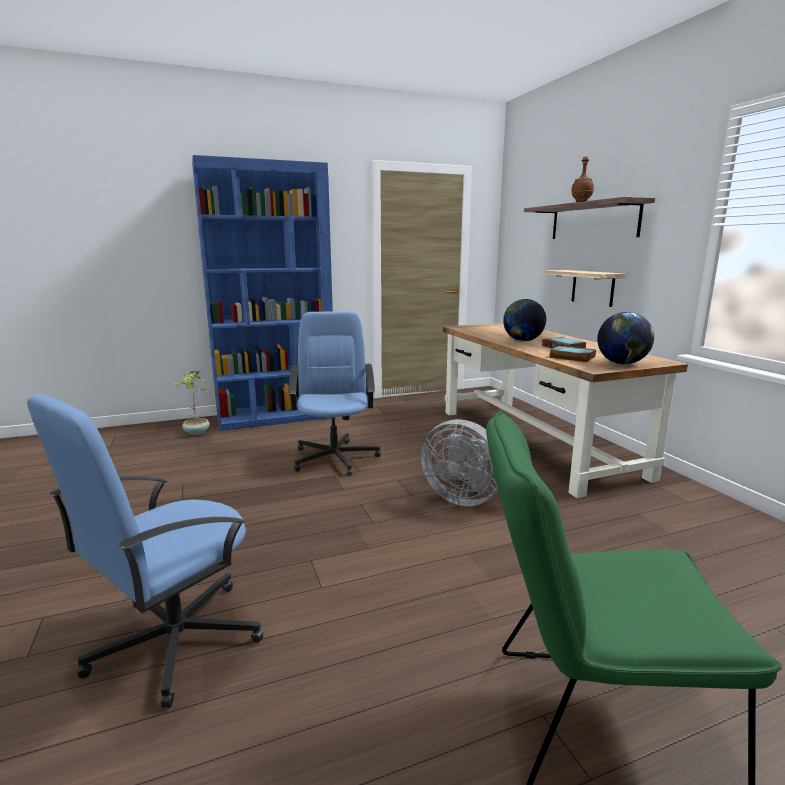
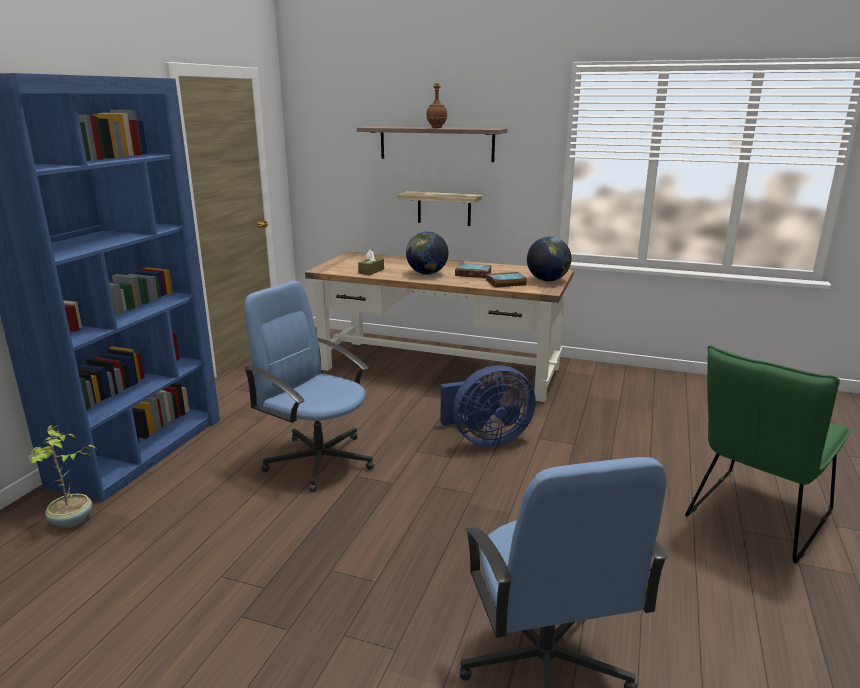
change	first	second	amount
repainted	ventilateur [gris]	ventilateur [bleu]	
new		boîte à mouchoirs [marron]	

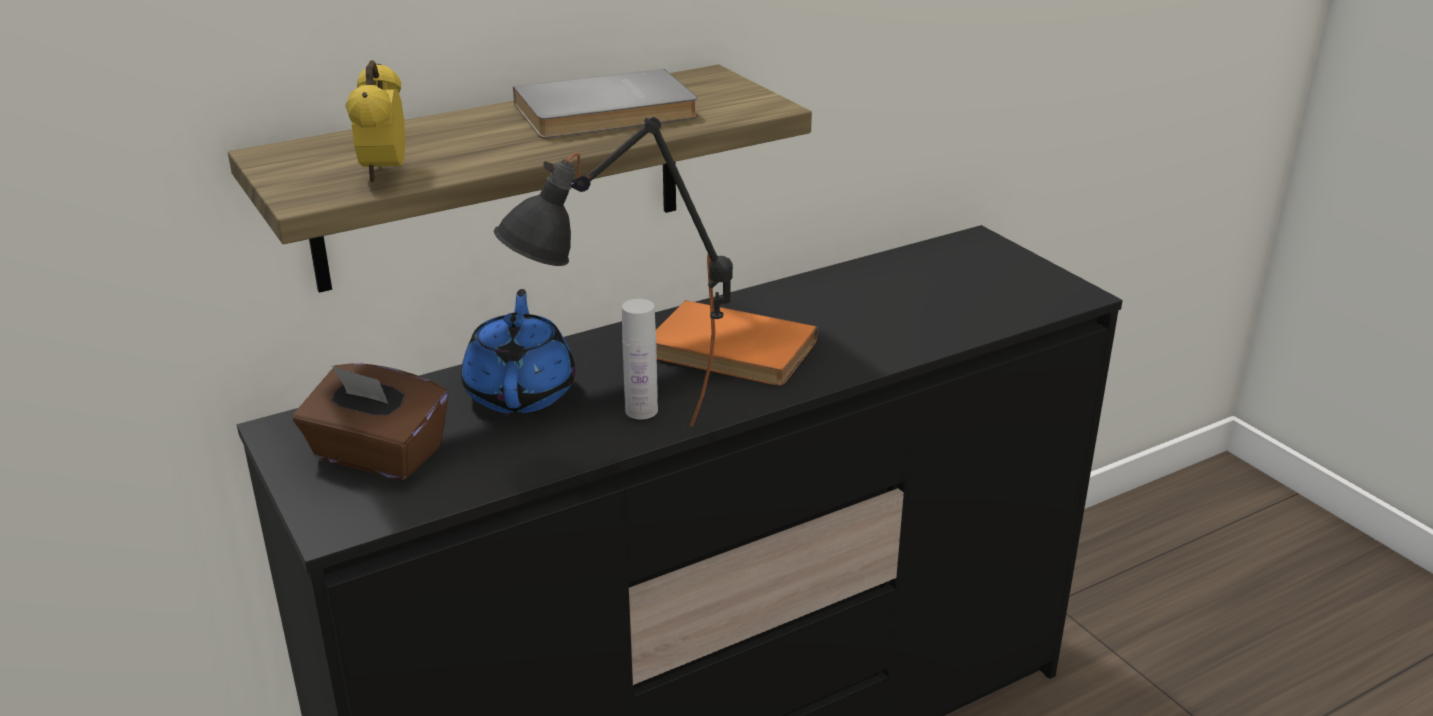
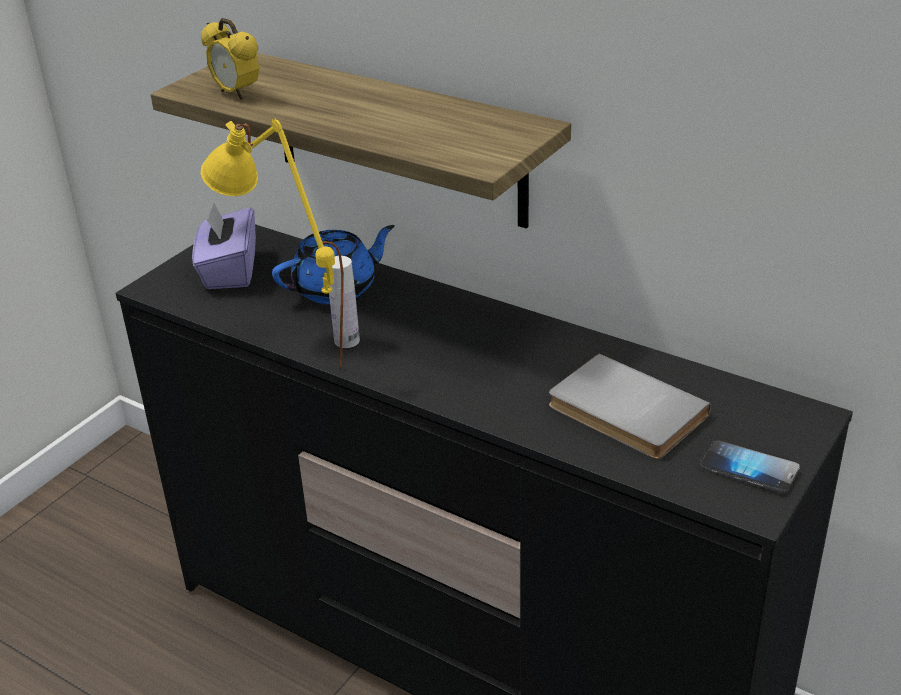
change	first	second	amount
rotated	réveil		105 degrees counterclockwise
shifted	livre [gris]		
repainted	lampe de table [noir]	lampe de table [jaune]	
gone	livre [orange]		
repainted	boîte à mouchoirs [marron]	boîte à mouchoirs [violet]	
new		téléphone	

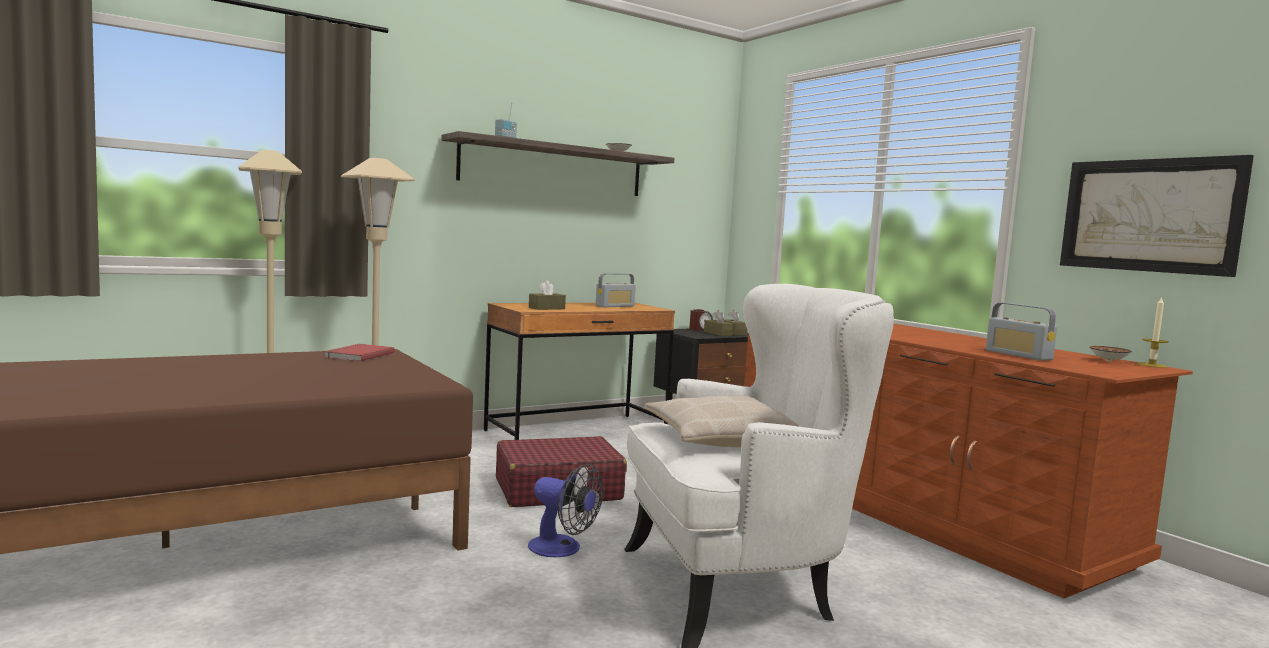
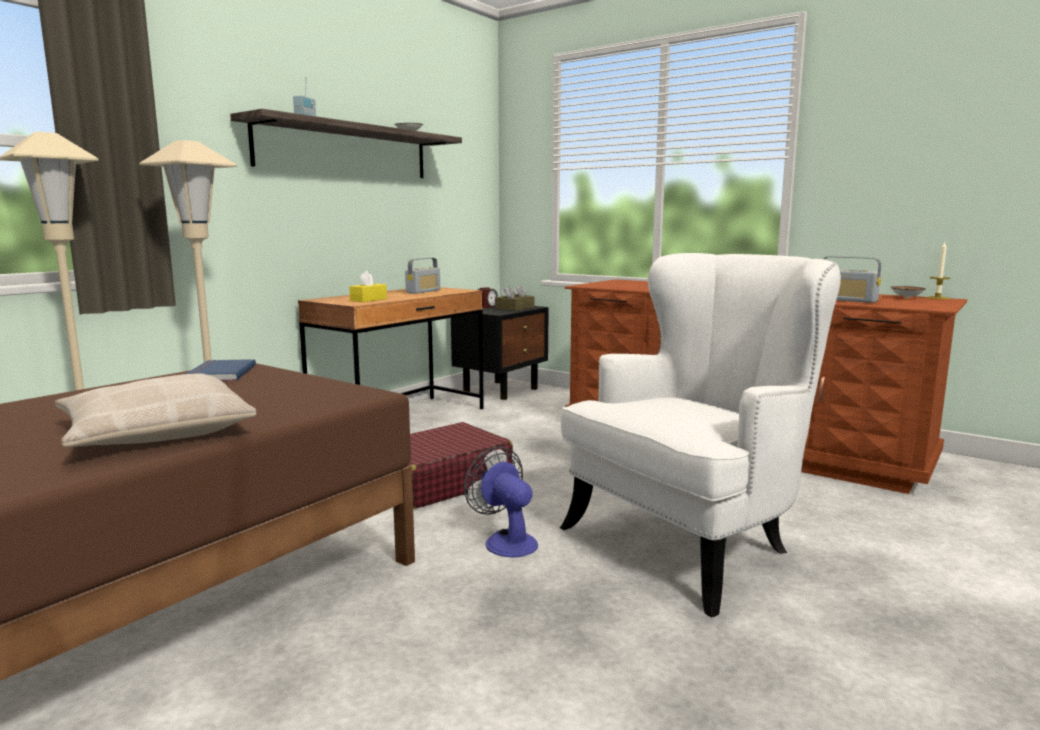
change	first	second	amount
gone	tableau		
repainted	boîte à mouchoirs [marron] (no. 1 from left)	boîte à mouchoirs [jaune]	
repainted	livre [rouge]	livre [bleu]	
shifted	coussin [beige]		
rotated	ventilateur		135 degrees counterclockwise

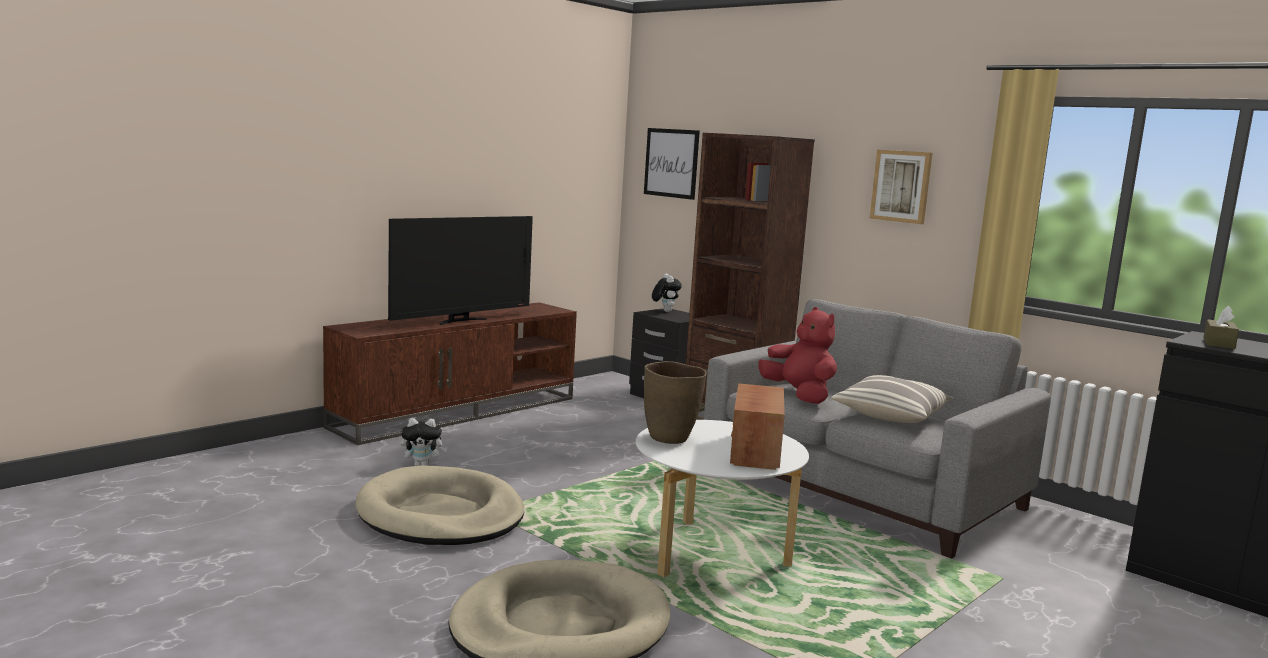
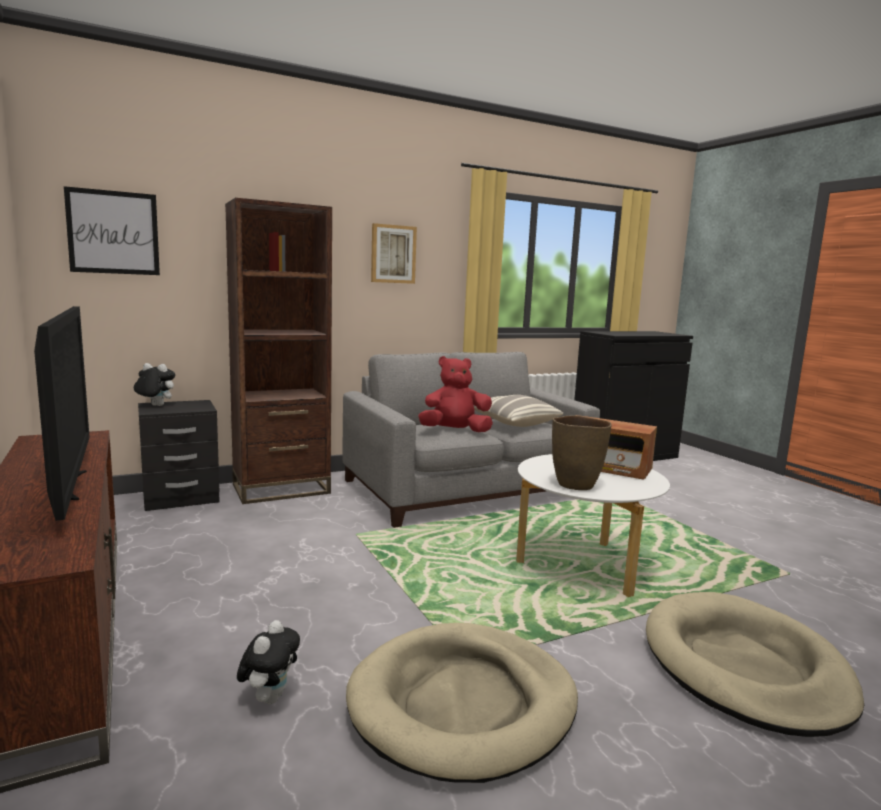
change	first	second	amount
gone	boîte à mouchoirs [marron]		

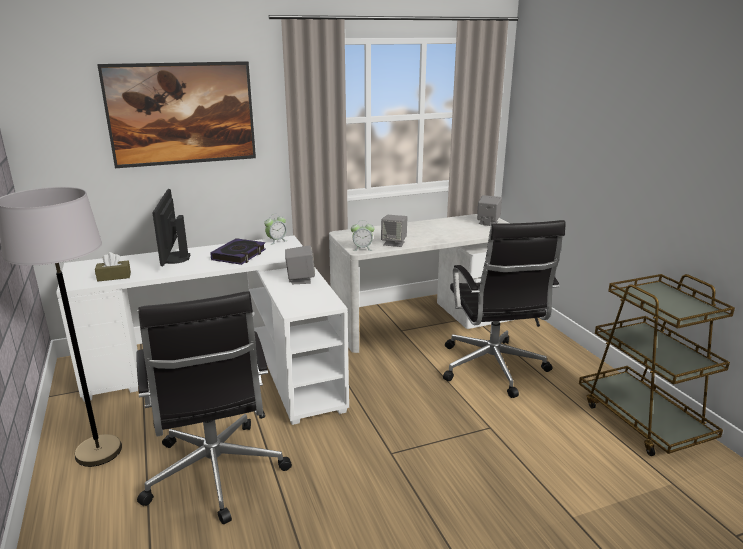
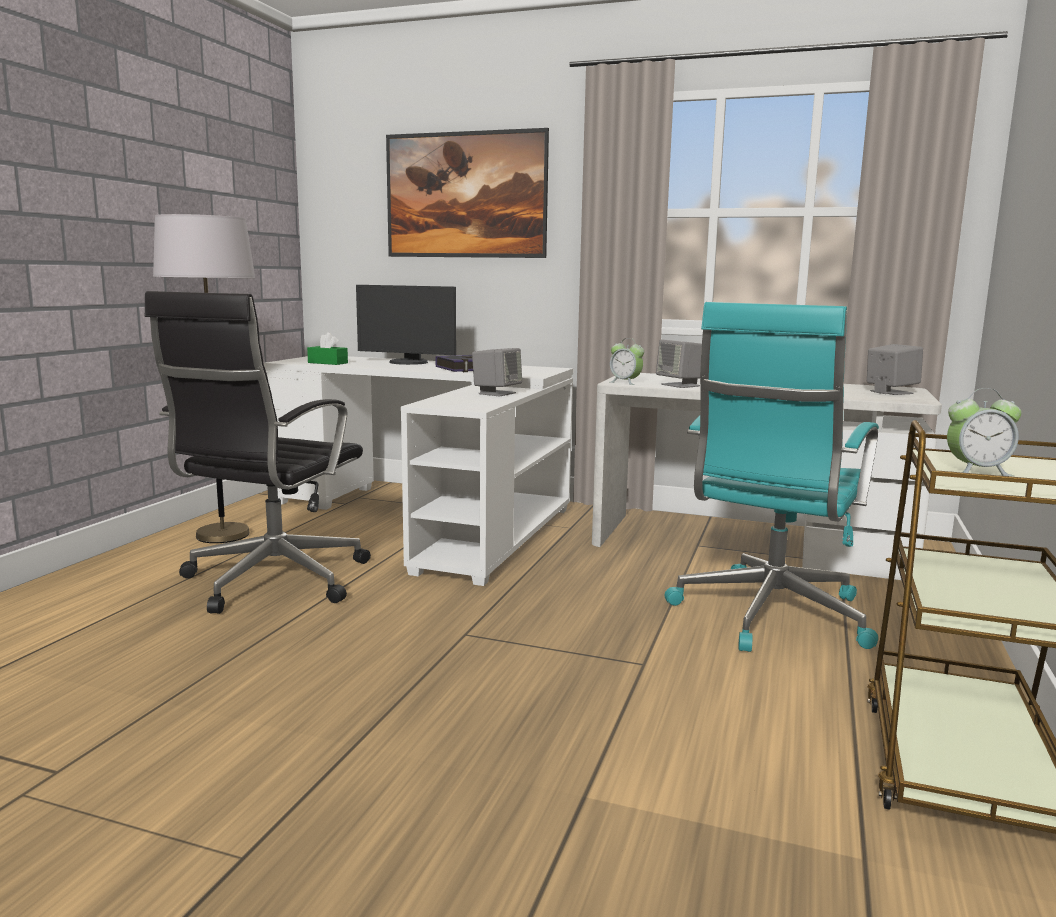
change	first	second	amount
rotated	écran d'ordinateur		105 degrees counterclockwise
shifted	réveil (no. 1 from left in the first image)	réveil (no. 2 from left)	
repainted	chaise de bureau [noir] (no. 2 from left)	chaise de bureau [turquoise]	
repainted	boîte à mouchoirs [marron]	boîte à mouchoirs [vert]	

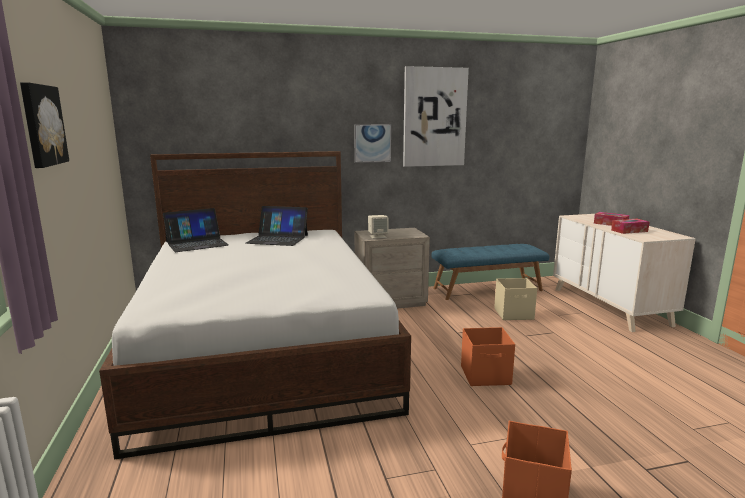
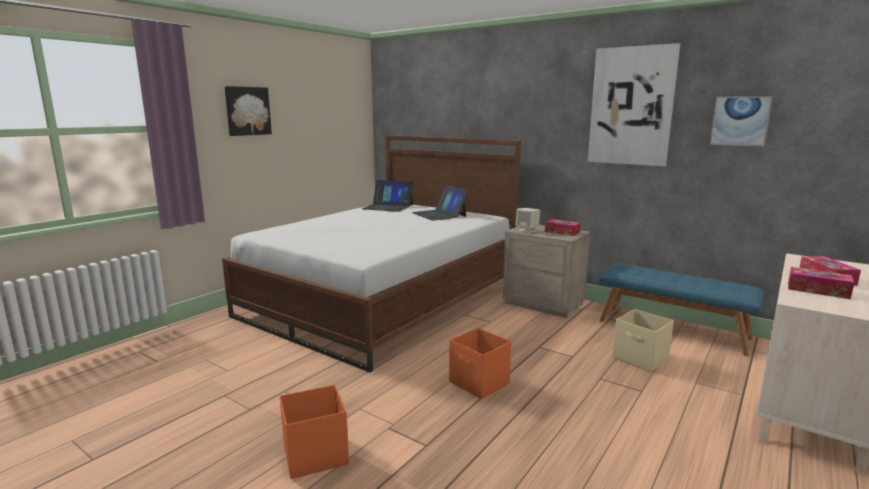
change	first	second	amount
shifted	tableau (no. 2 from left in the first image)	tableau (no. 3 from left)	
new		boîte à mouchoirs (no. 1 from left)	

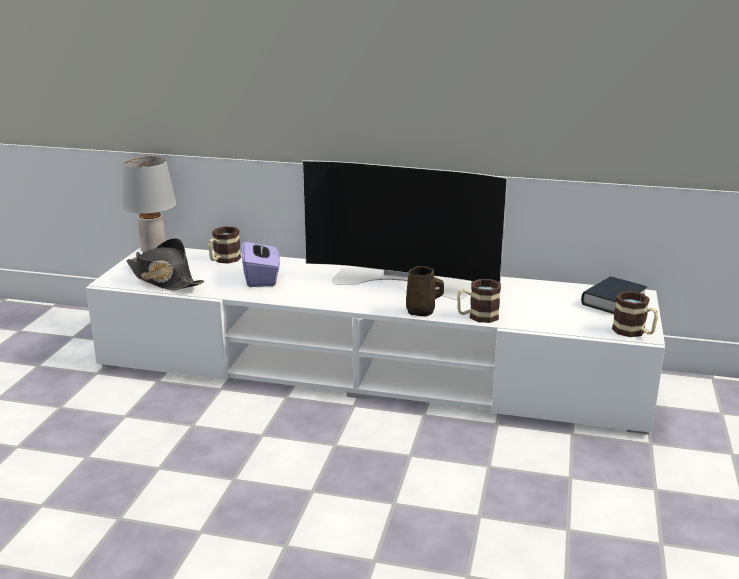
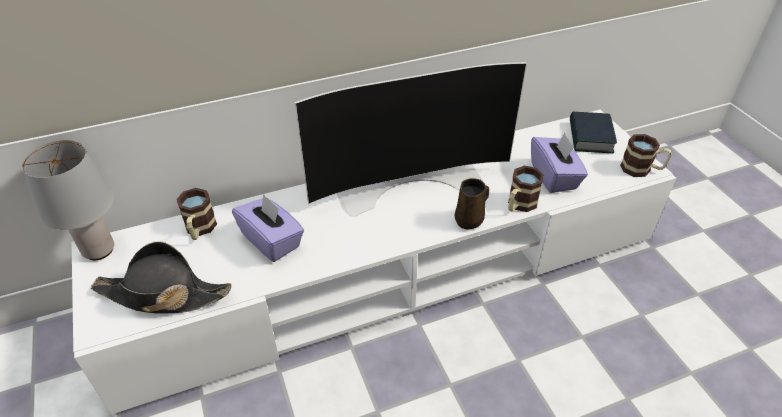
change	first	second	amount
new		boîte à mouchoirs [violet] (no. 2 from left)	

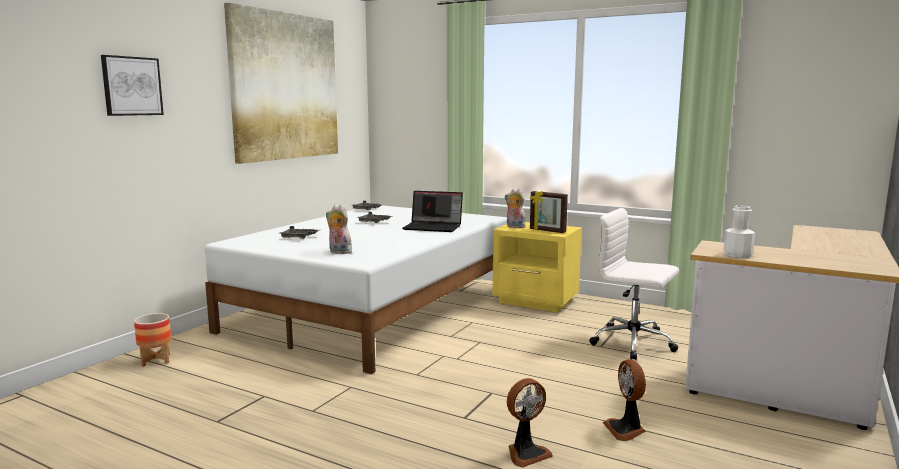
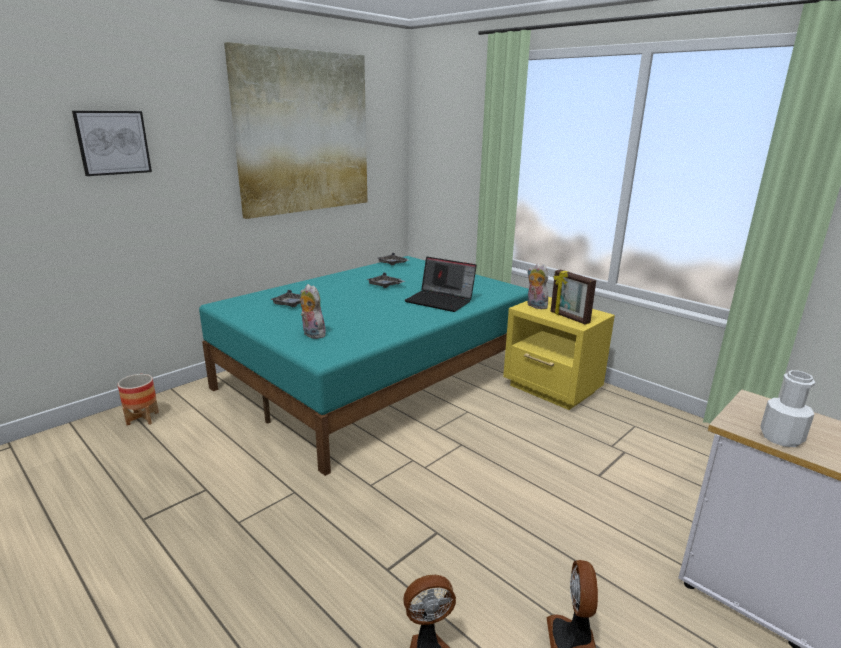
change	first	second	amount
repainted	lit [blanc]	lit [turquoise]	
gone	chaise de bureau [blanc]		

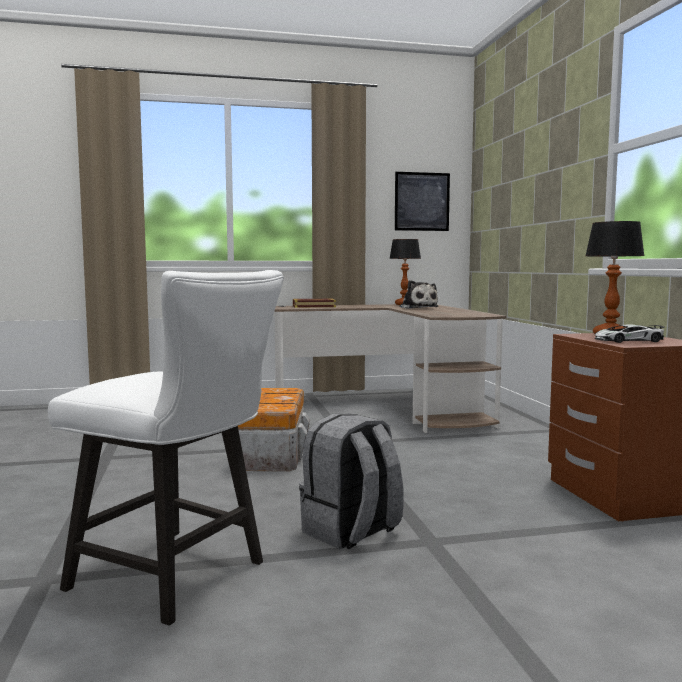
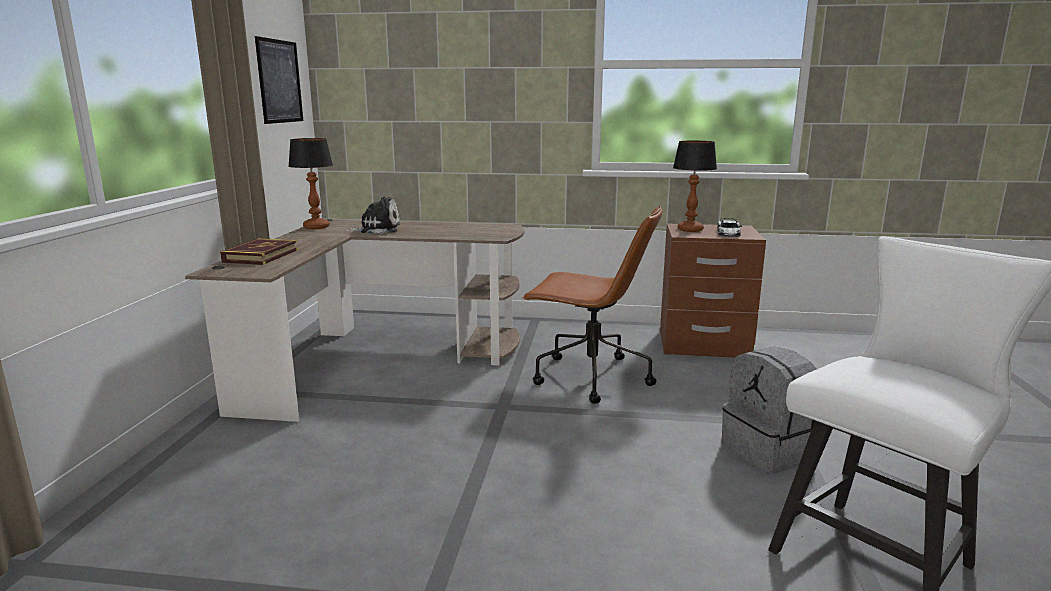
change	first	second	amount
gone	boîte de rangement		
new		chaise de bureau [marron]	

